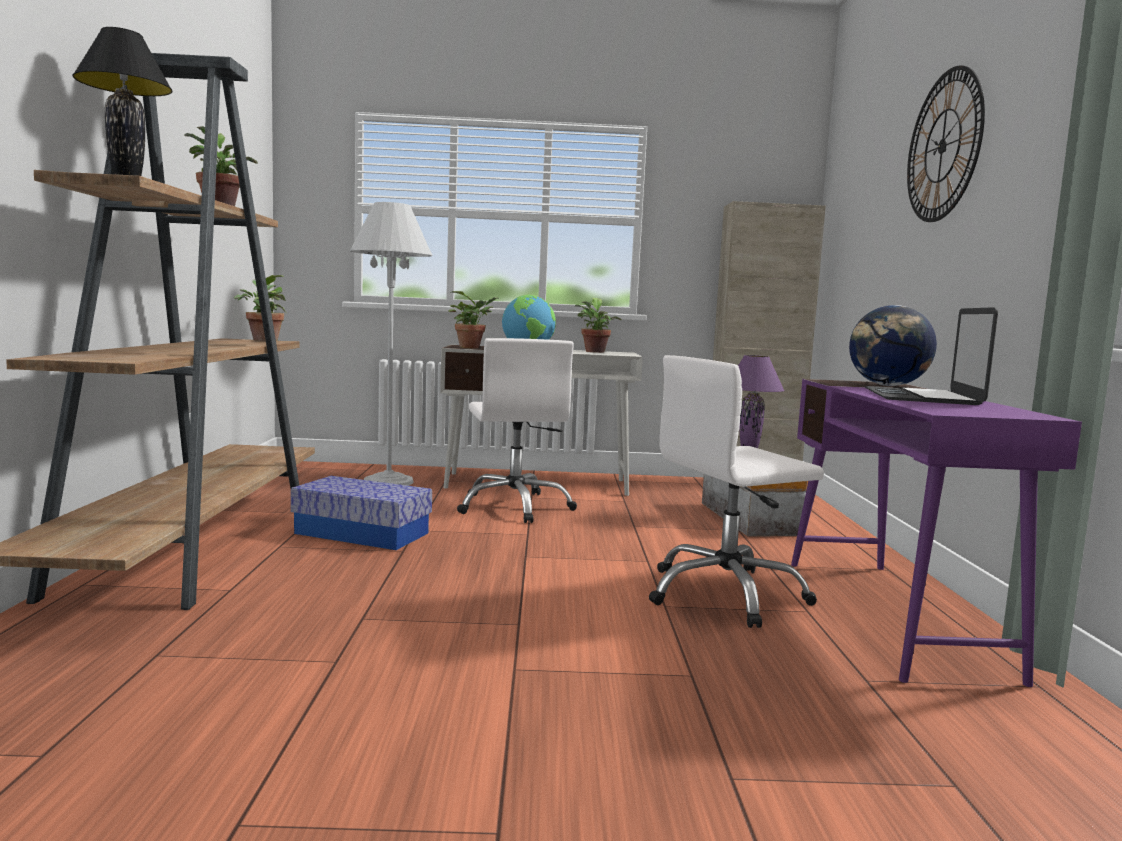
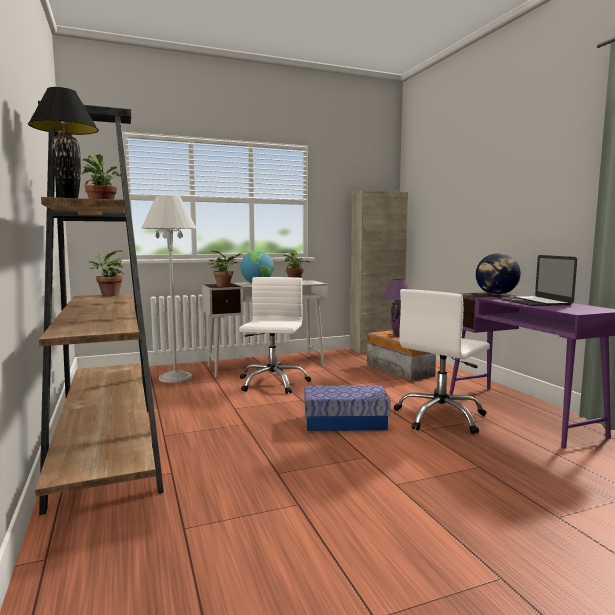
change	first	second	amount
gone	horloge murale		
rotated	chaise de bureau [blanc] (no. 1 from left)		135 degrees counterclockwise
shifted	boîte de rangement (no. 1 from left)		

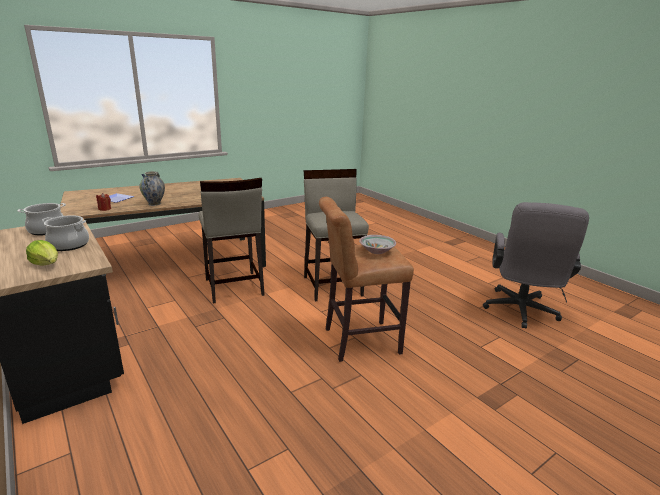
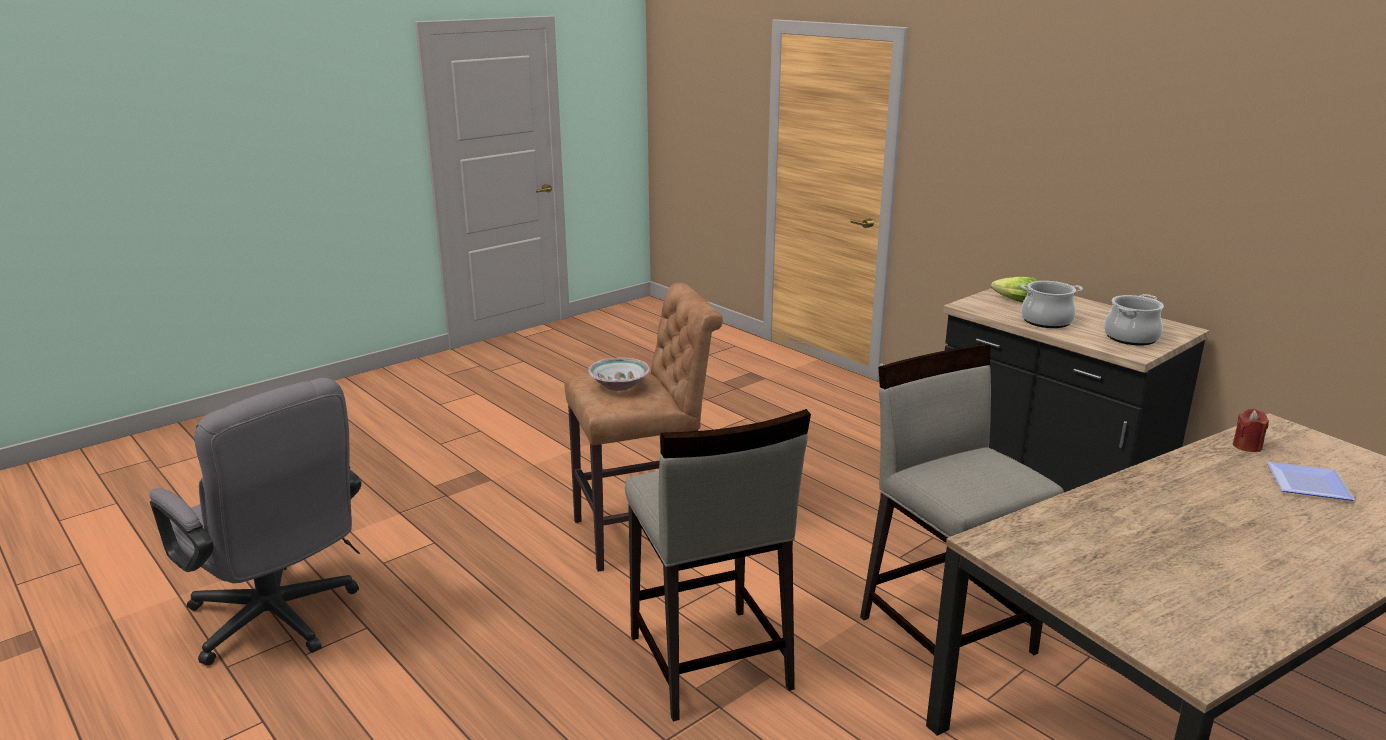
change	first	second	amount
gone	vase		
rotated	chaise de bureau [gris]		120 degrees clockwise

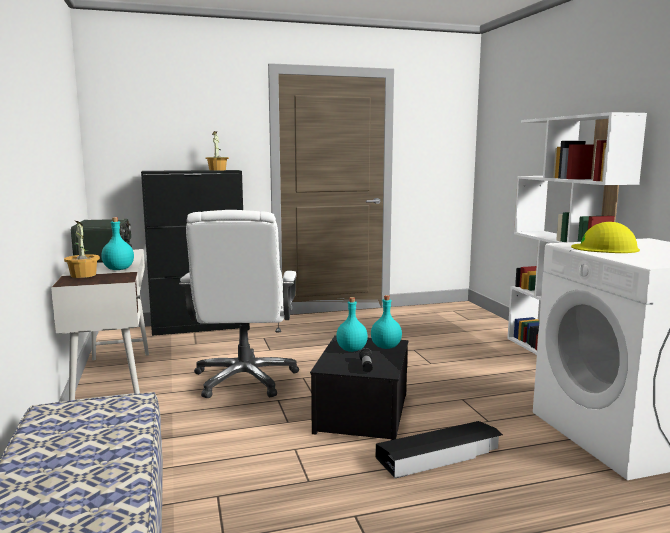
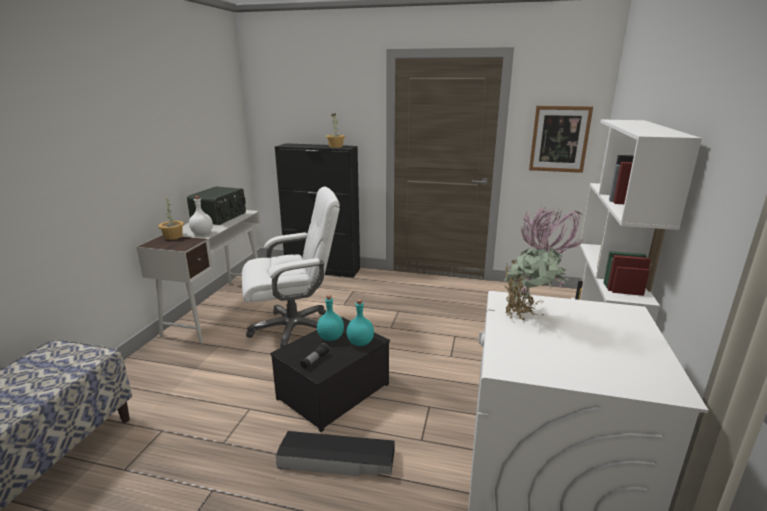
change	first	second	amount
rotated	chaise de bureau [blanc]		135 degrees counterclockwise
repainted	bouteille [turquoise] (no. 1 from left)	bouteille [blanc]	
swapped	casque de chantier [jaune]	plante en pot (no. 3 from left)	
new		tableau	

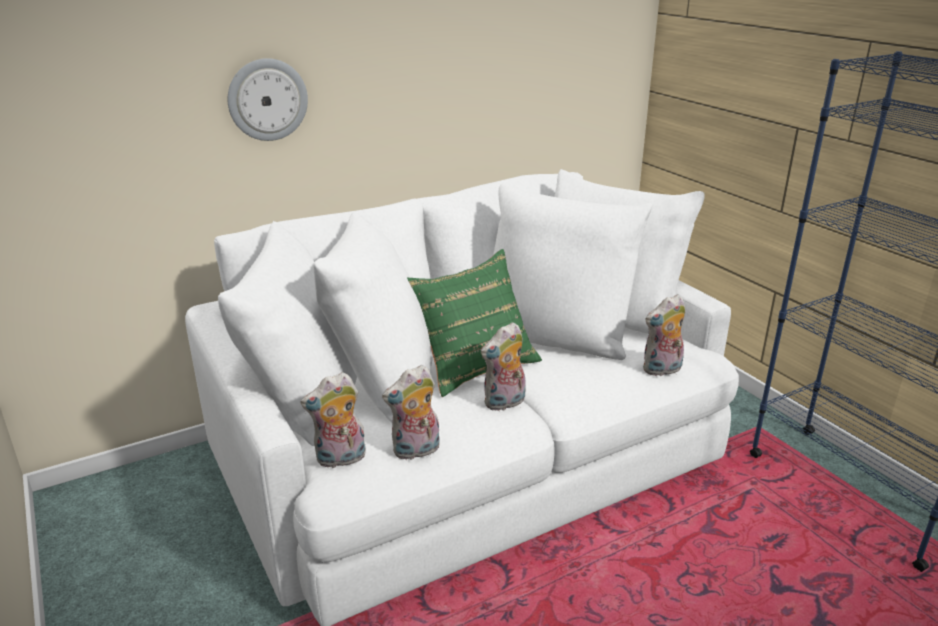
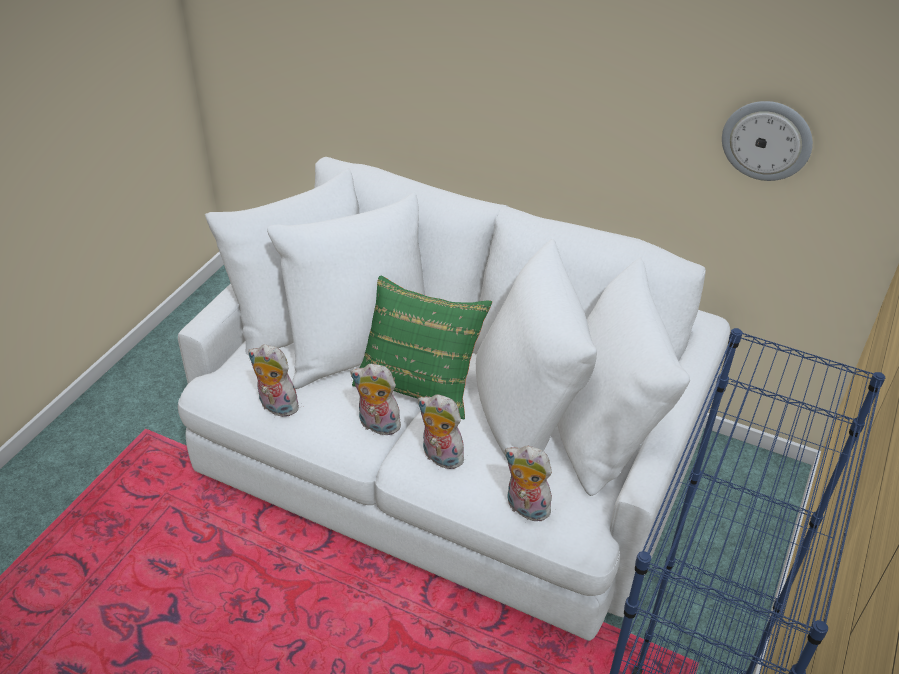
change	first	second	amount
shifted	horloge murale		
shifted	peluche (no. 1 from left in the first image)	peluche (no. 3 from left)	

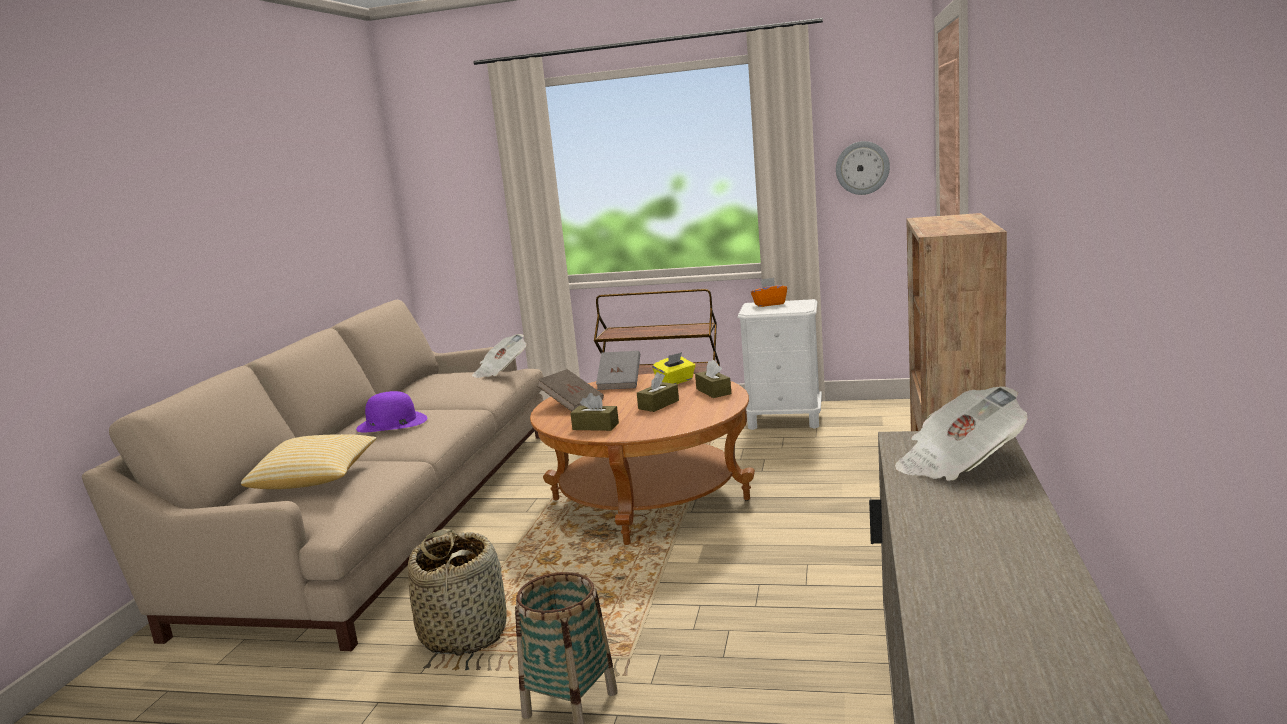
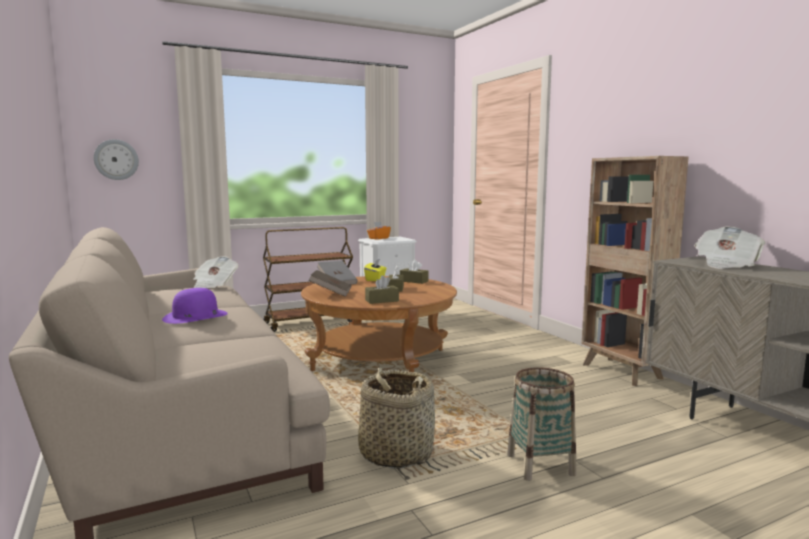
change	first	second	amount
shifted	horloge murale		
gone	coussin		

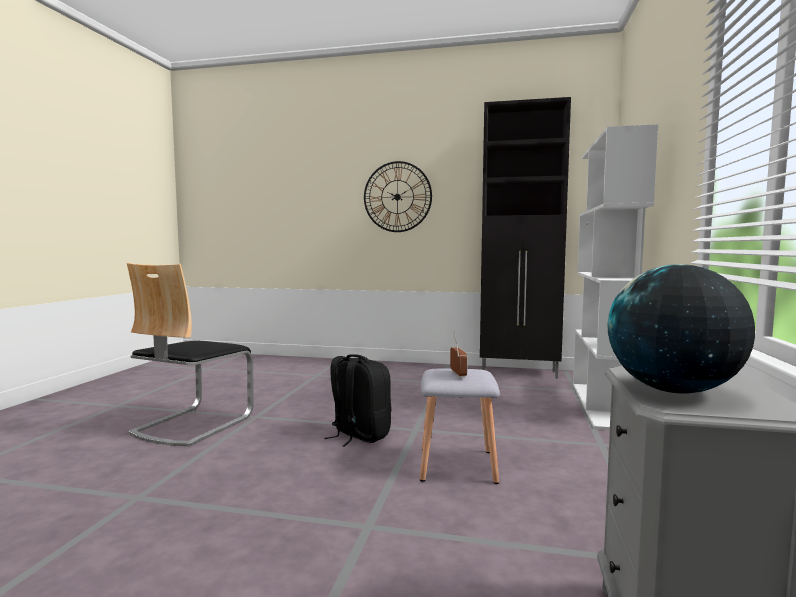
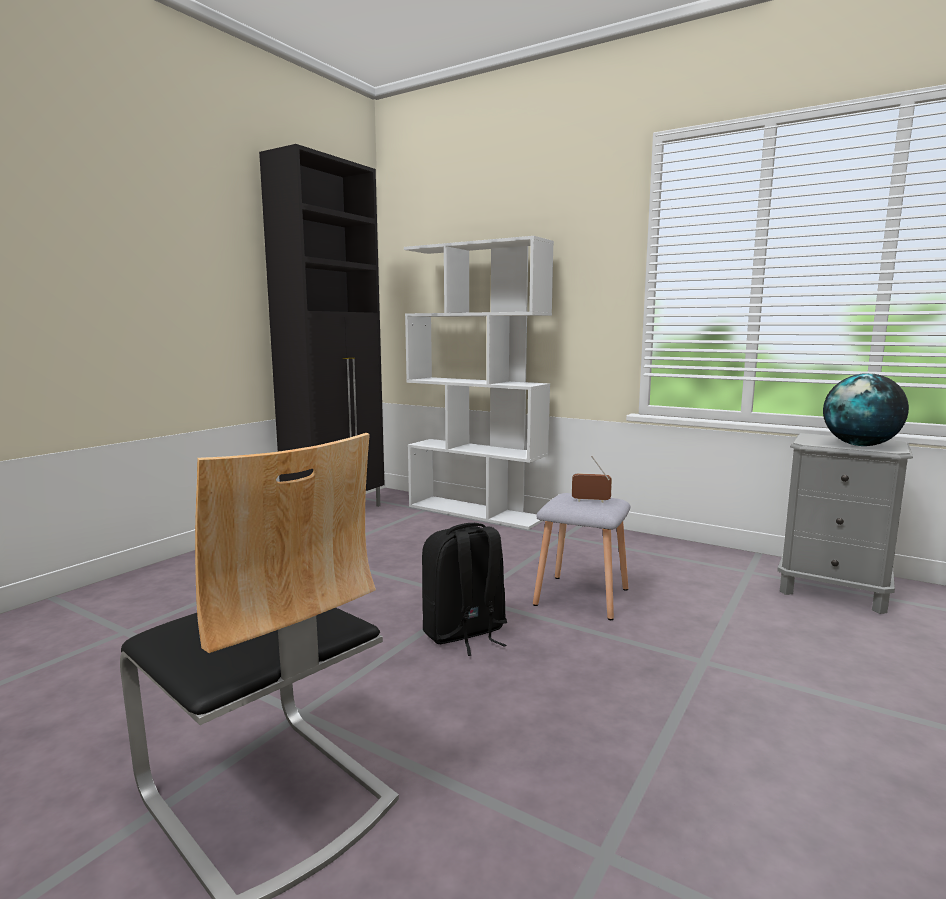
change	first	second	amount
gone	horloge murale		

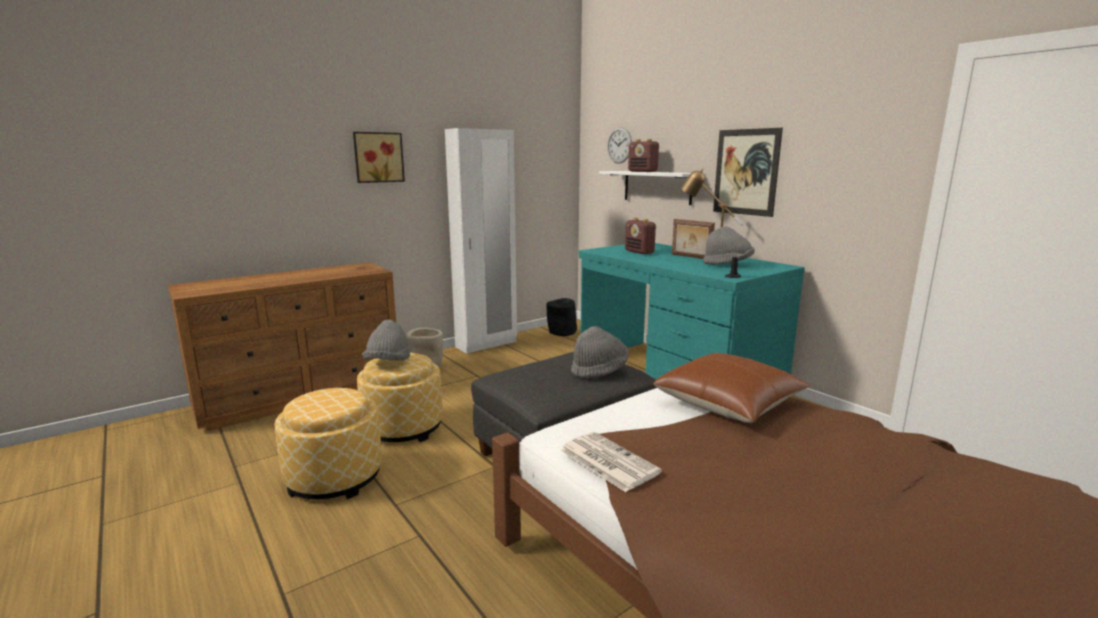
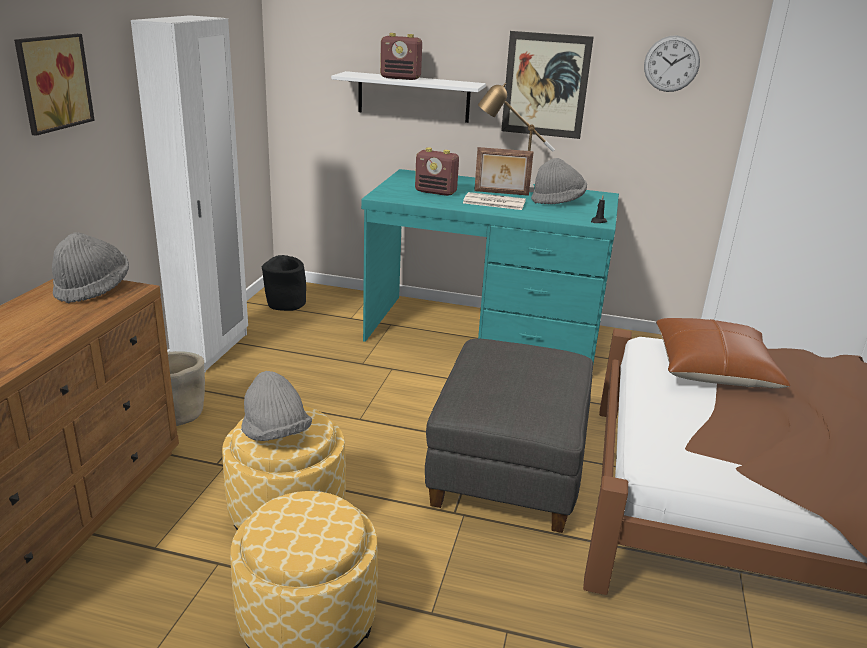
change	first	second	amount
shifted	horloge murale		
shifted	chapeau [gris] (no. 2 from left in the first image)	chapeau [gris] (no. 1 from left)	
shifted	journal		

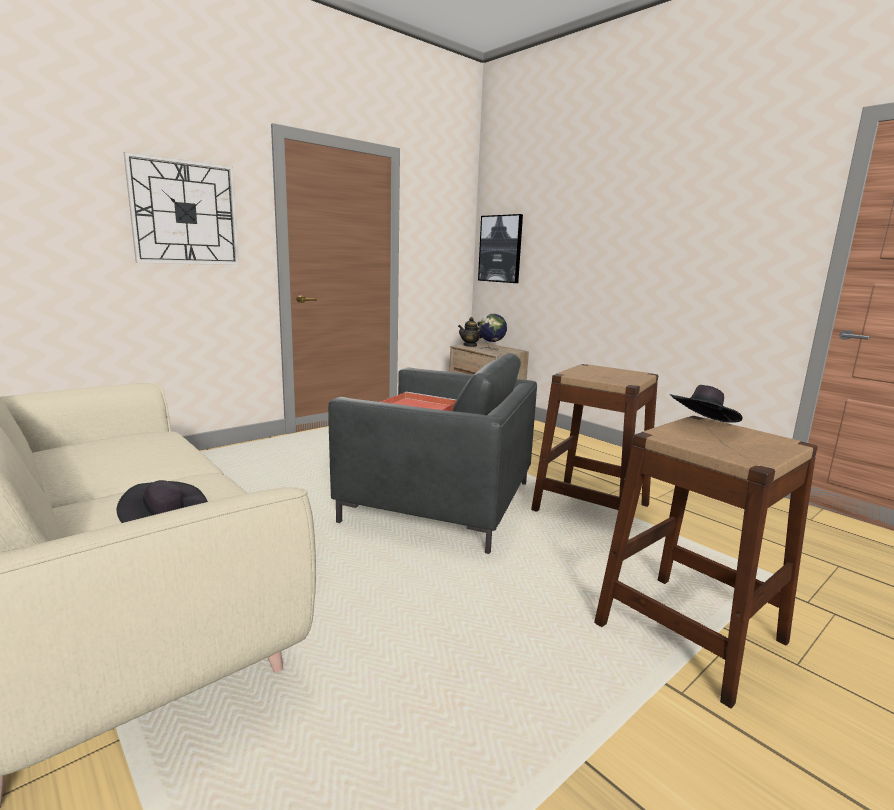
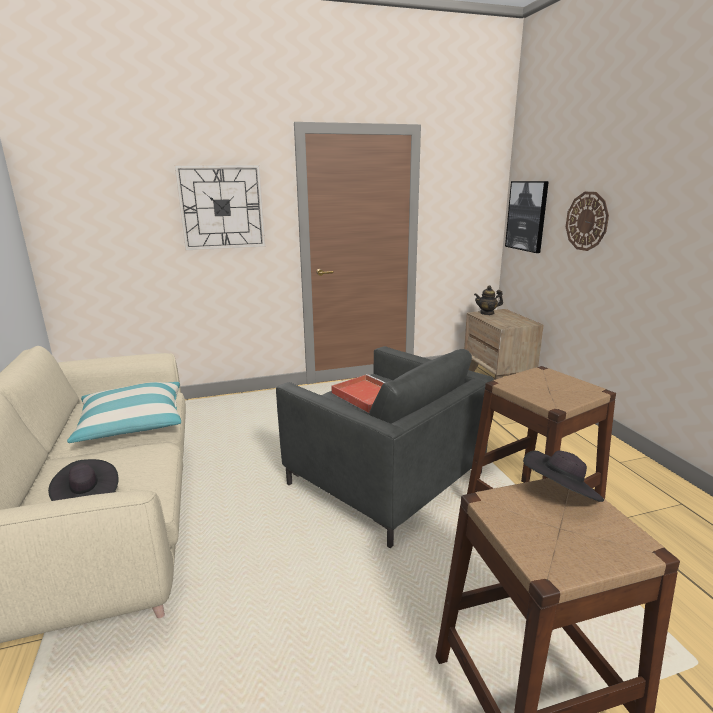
change	first	second	amount
gone	globe		
new		horloge murale (no. 2 from left)	
new		coussin	

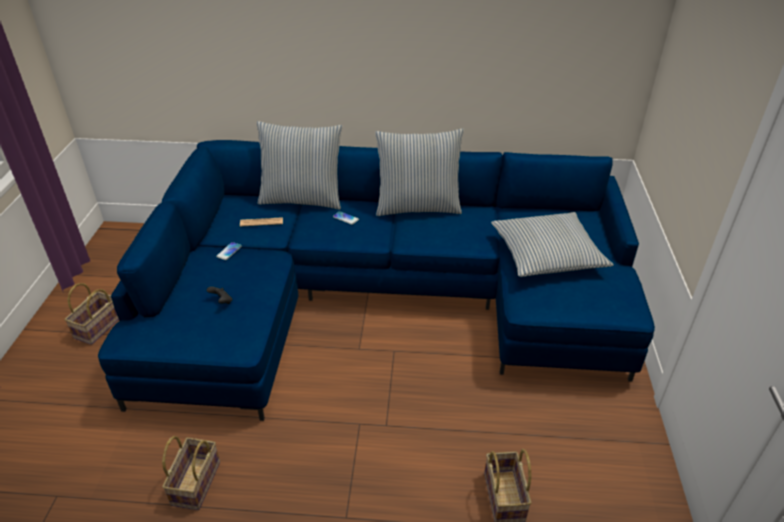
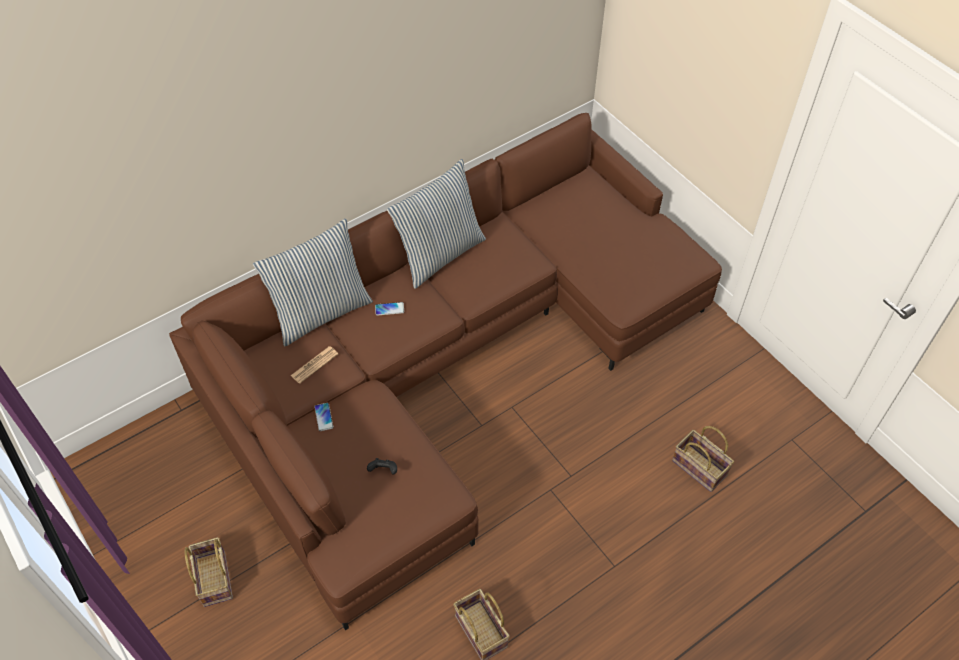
change	first	second	amount
repainted	canapé [bleu]	canapé [marron]	
gone	coussin (no. 3 from left)		

